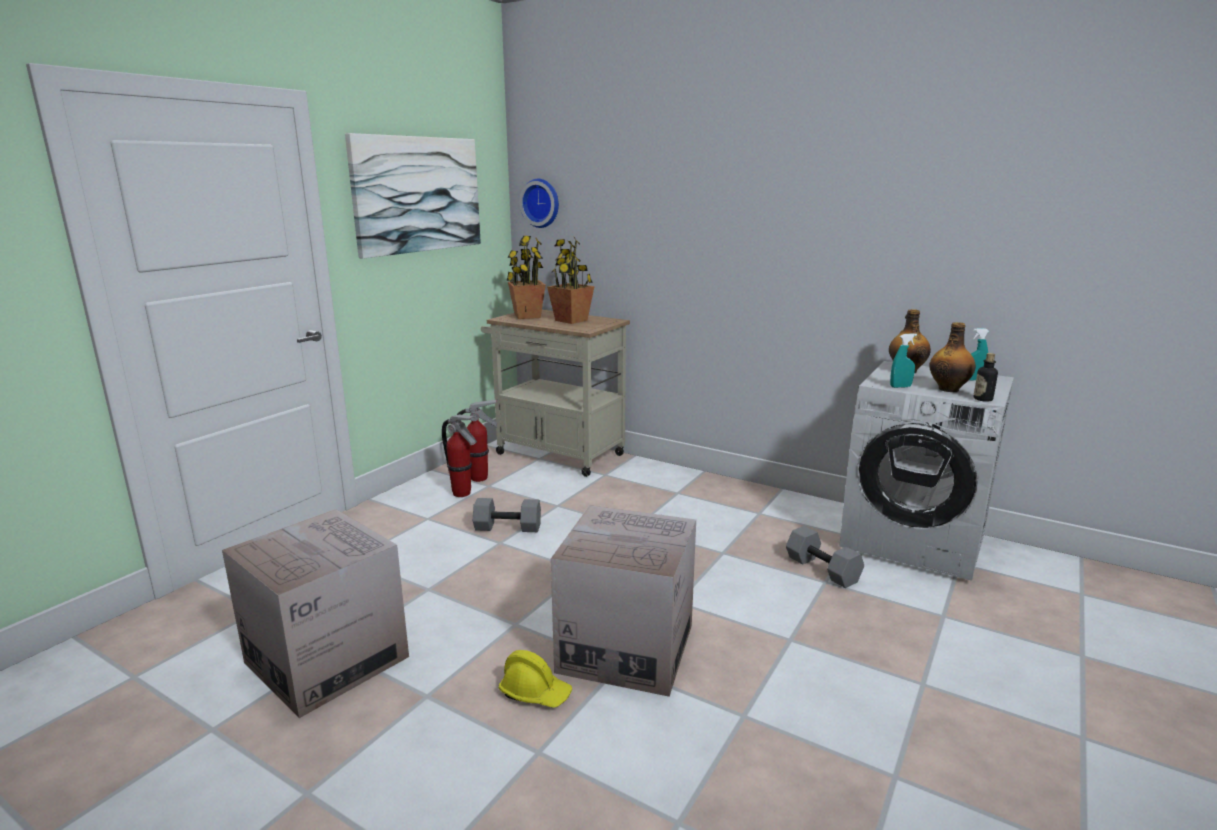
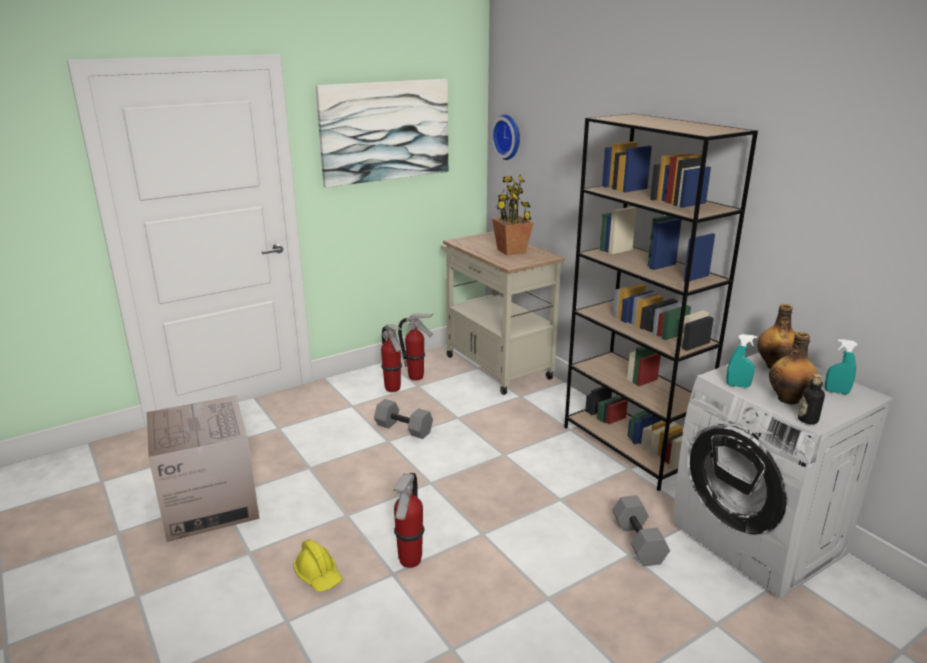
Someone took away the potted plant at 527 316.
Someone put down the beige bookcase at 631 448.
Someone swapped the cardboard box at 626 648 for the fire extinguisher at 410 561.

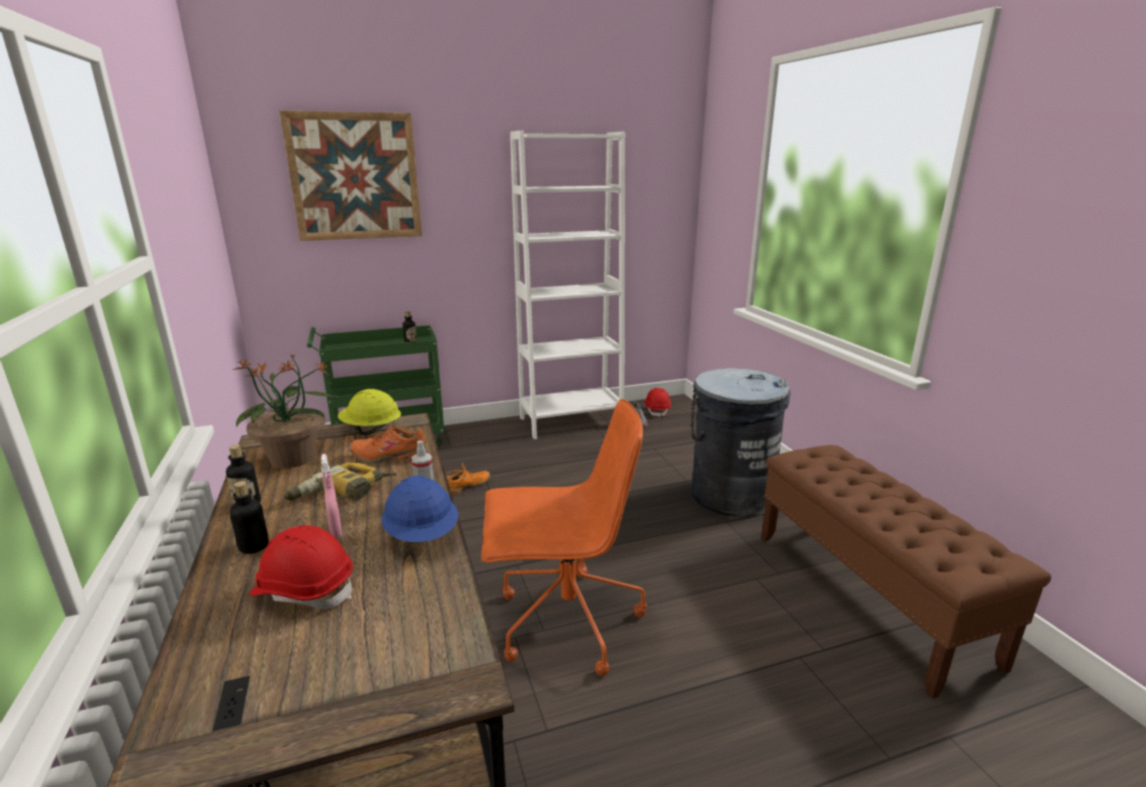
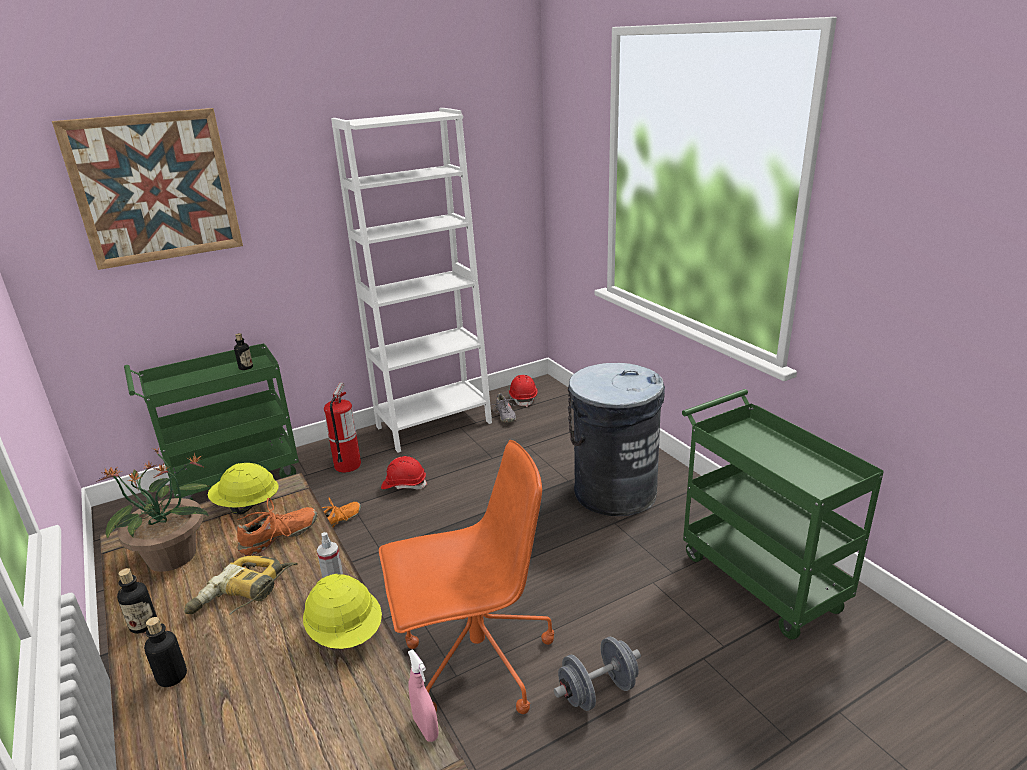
Someone put down the fire extinguisher at 347 465.
Someone put down the grey dumbbell at 597 691.
Someone carried the red hard hat from 304 589 to 404 484.
Someone carried the pink spray bottle from 336 532 to 426 728.
Someone swapped the brown bench at 868 595 for the green cart at 756 582.
Someone repainted the blue hard hat at 423 536, which became the yellow hard hat at 346 633.
Someone rotated the orange shoe at 390 456 by 150 degrees clockwise.

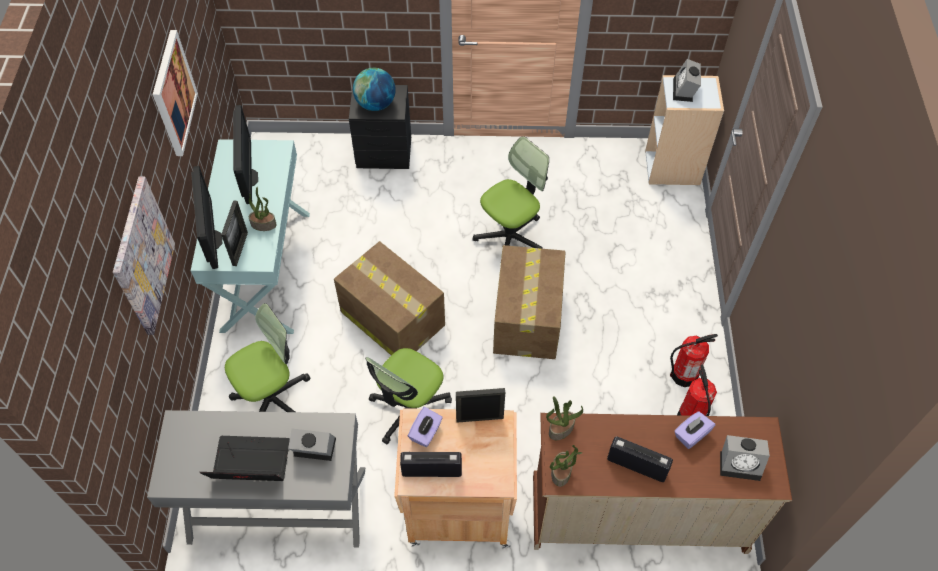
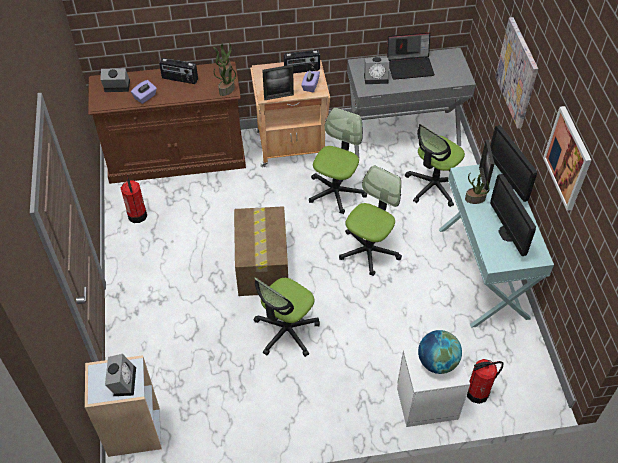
Someone carried the fire extinguisher from 683 375 to 478 393.
Someone swapped the cardboard box at 391 318 for the office chair at 369 250.
Someone repainted the black nightstand at 385 153, which became the white nightstand at 425 402.

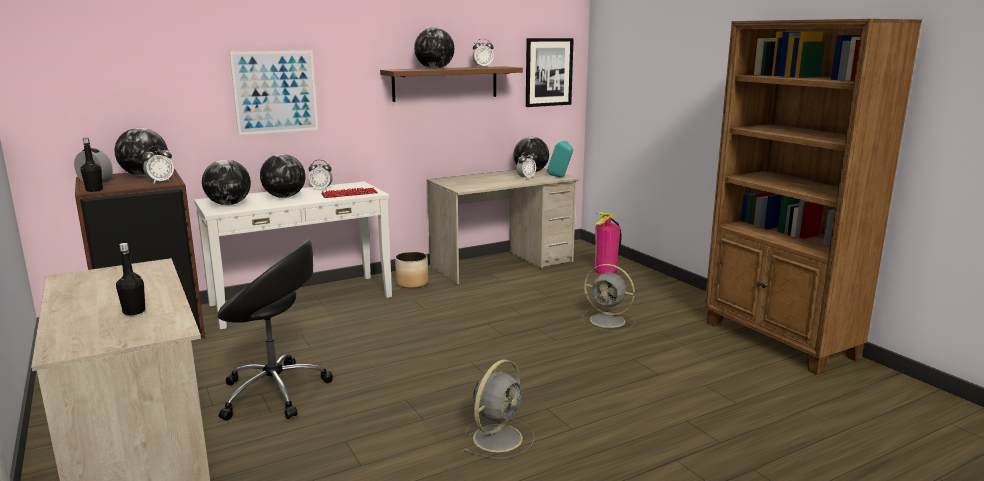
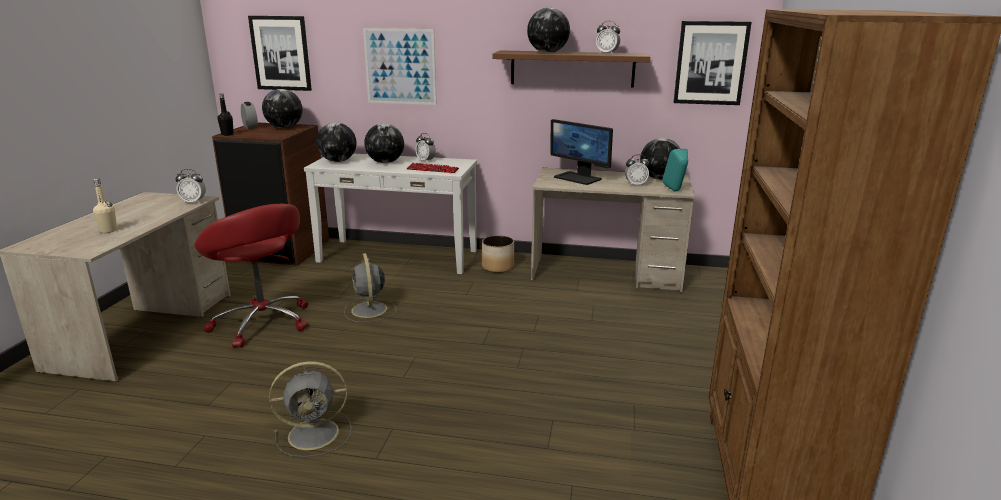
Someone took away the fire extinguisher at 605 270.
Someone put up the picture at 281 53.
Someone put down the monitor at 578 178.
Someone carried the alarm clock from 160 182 to 193 202.
Someone carried the grey fan from 609 321 to 369 310.
Someone repainted the black bottle at 134 312, which became the beige bottle at 108 230.
Someone repainted the black office chair at 277 392, which became the red office chair at 263 324.

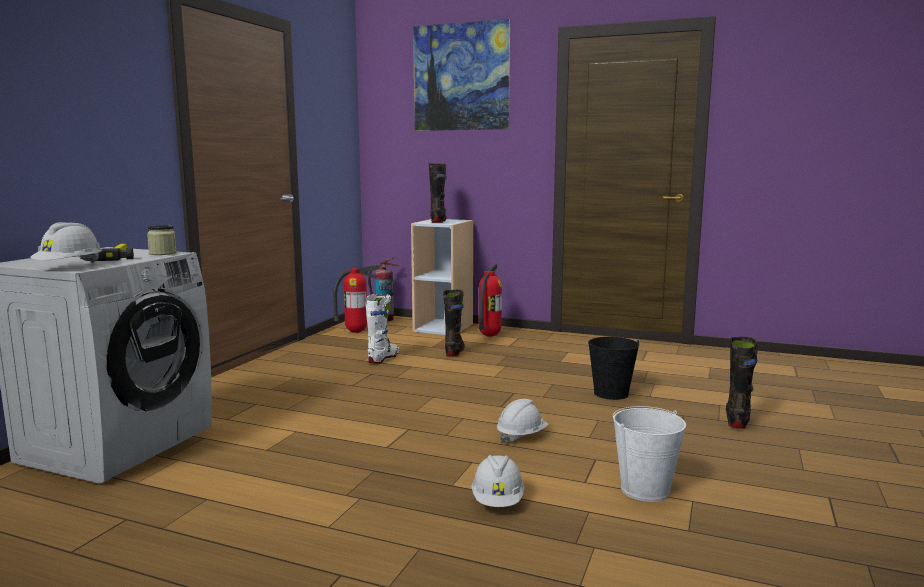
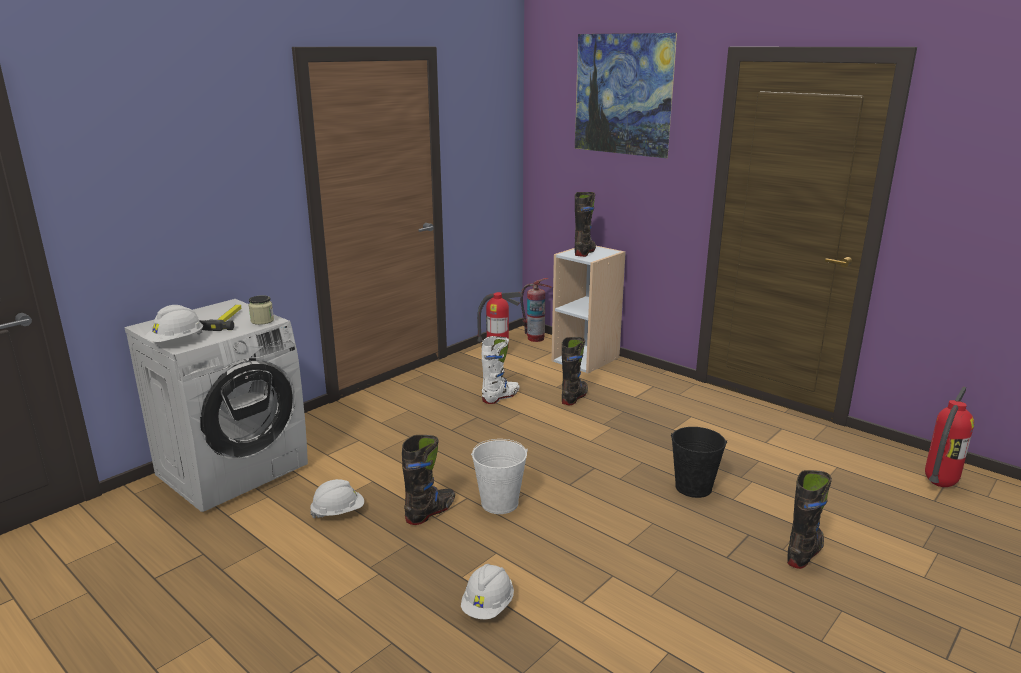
Someone put down the black boot at 431 512.
Someone carried the fire extinguisher from 489 336 to 938 484.
Someone carried the white hard hat from 521 436 to 338 512.
Someone carried the white bucket from 645 490 to 500 503.

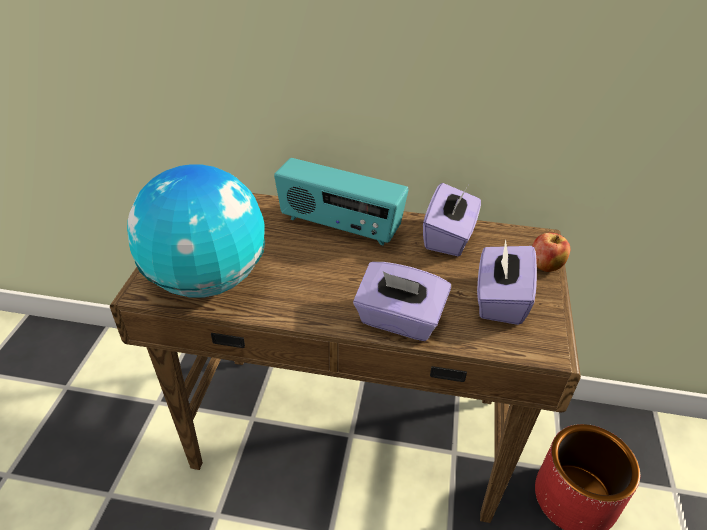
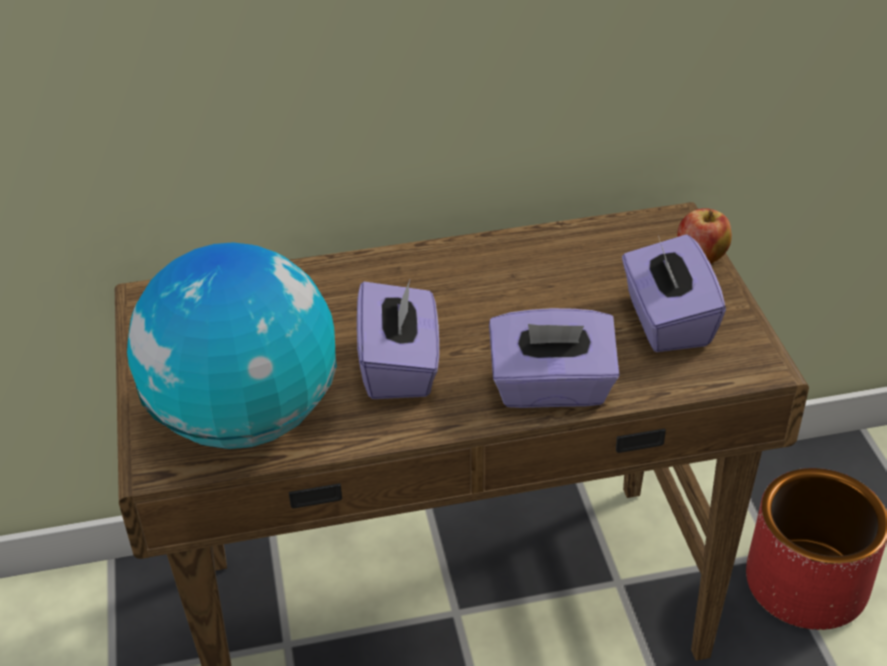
Someone took away the radio at 339 227.
Someone carried the purple tissue box from 449 237 to 400 367.

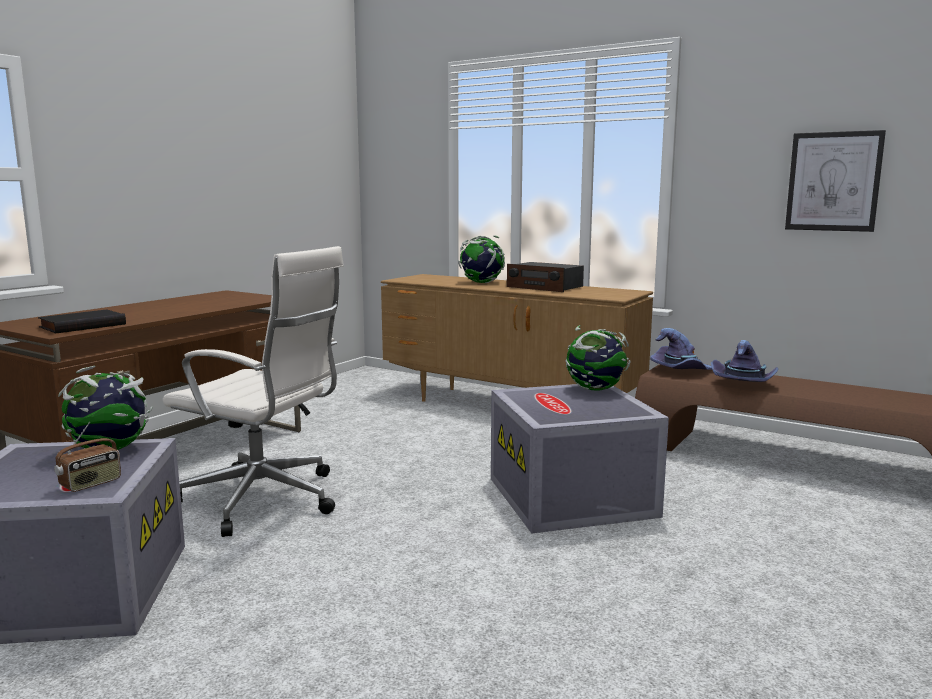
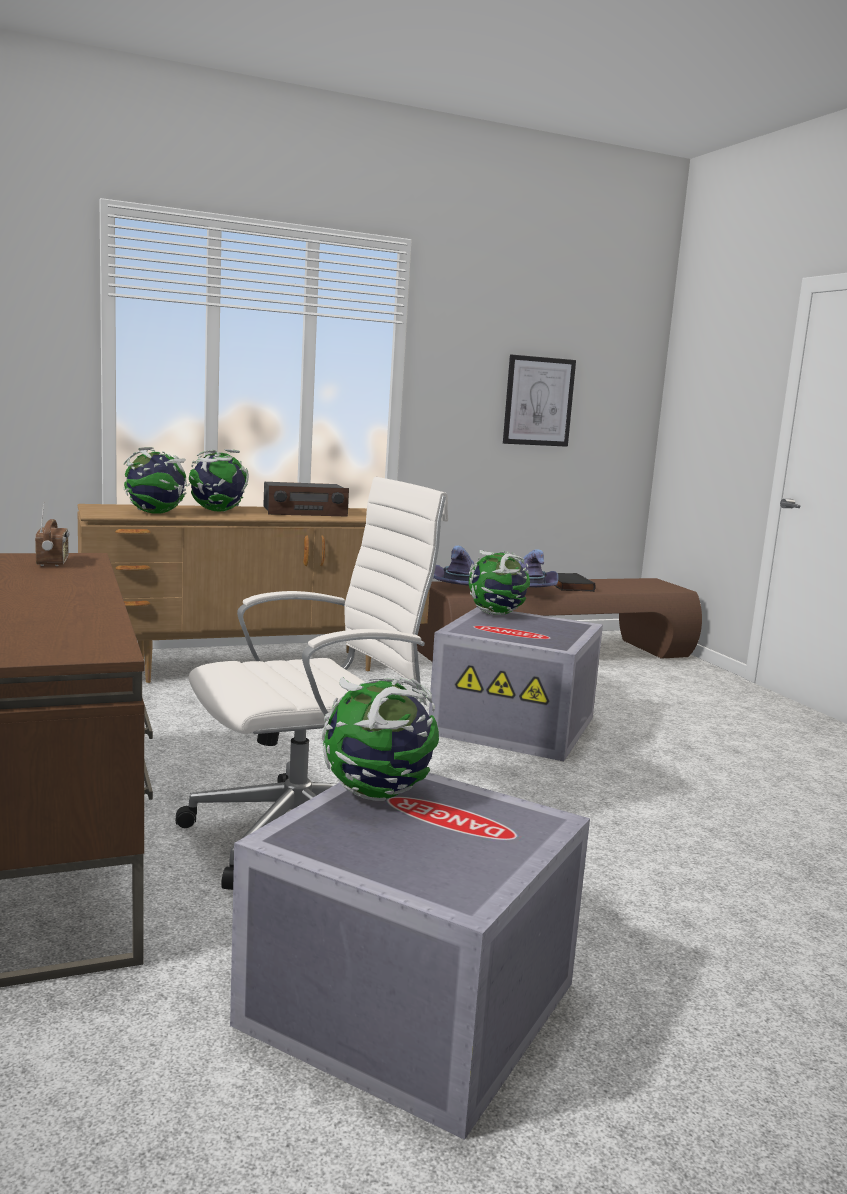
Someone put down the globe at 156 513.
Someone carried the black book from 83 325 to 567 585.
Someone carried the radio from 91 484 to 53 562.

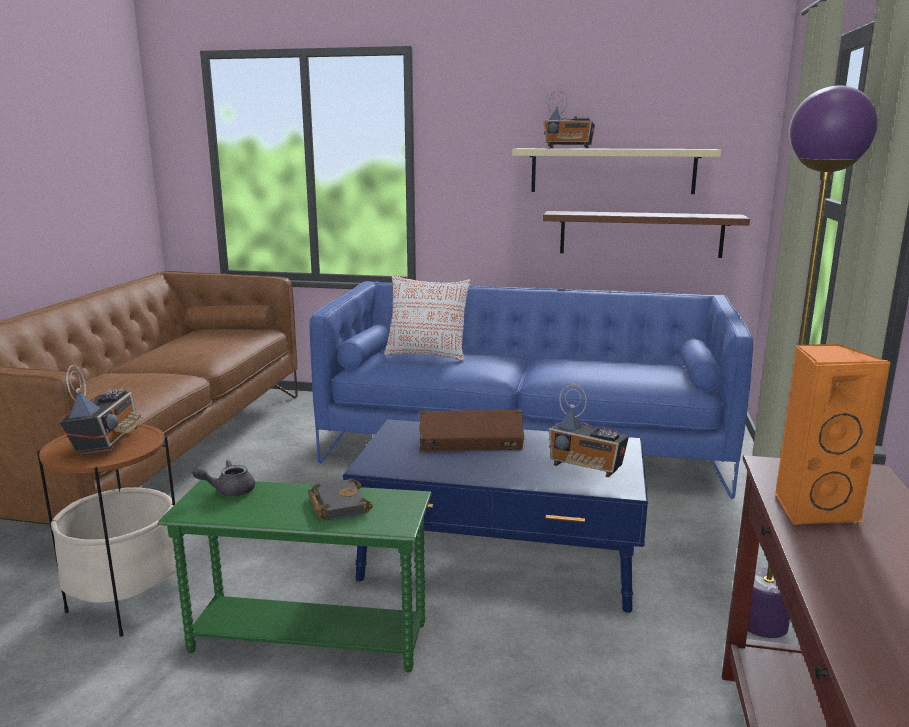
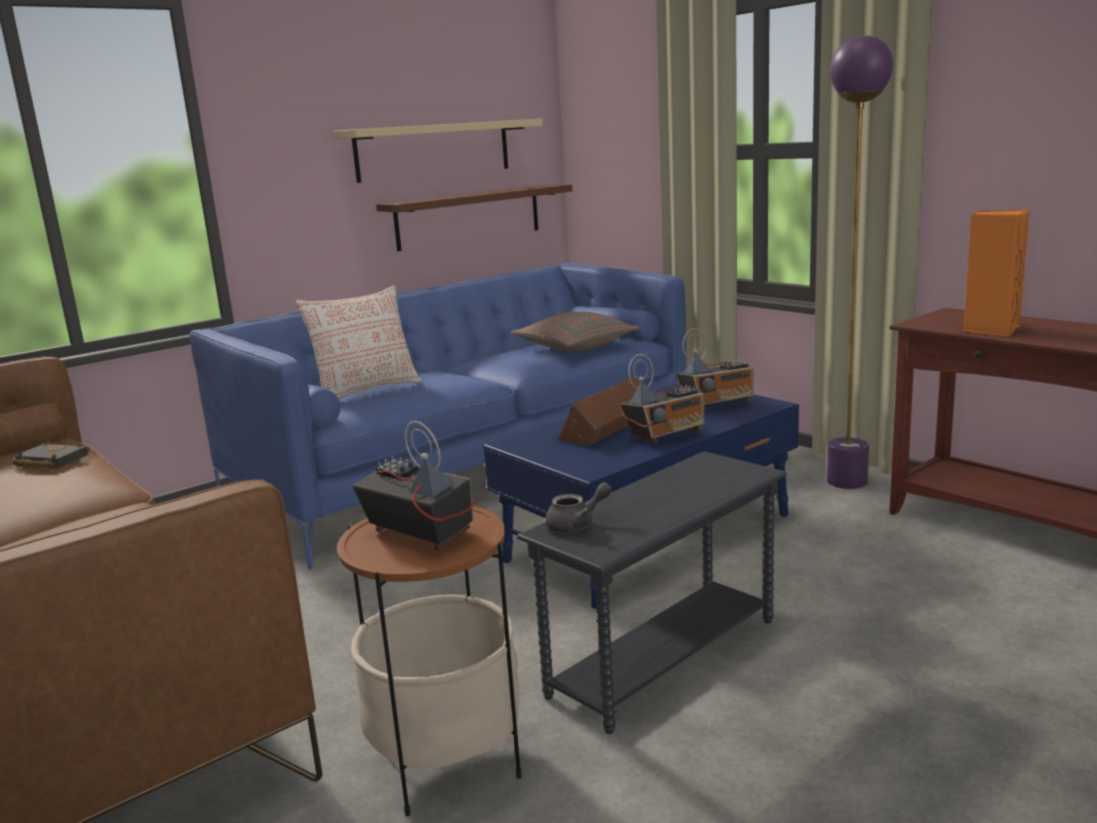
Someone put down the grey pillow at 575 347.
Someone carried the black book from 337 504 to 49 462.
Someone carried the radio from 568 148 to 666 436.
Someone repainted the green side table at 309 637, which became the grey side table at 663 657.
Someone rotated the grey teapot at 229 491 by 135 degrees counterclockwise.

